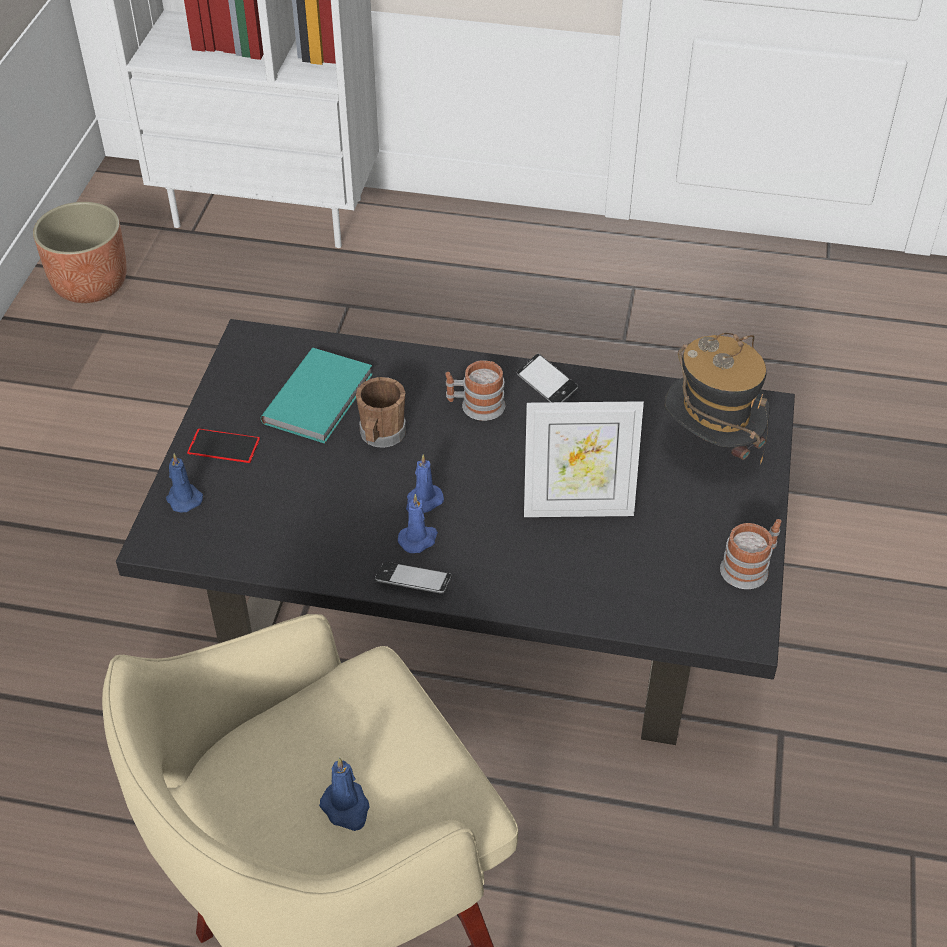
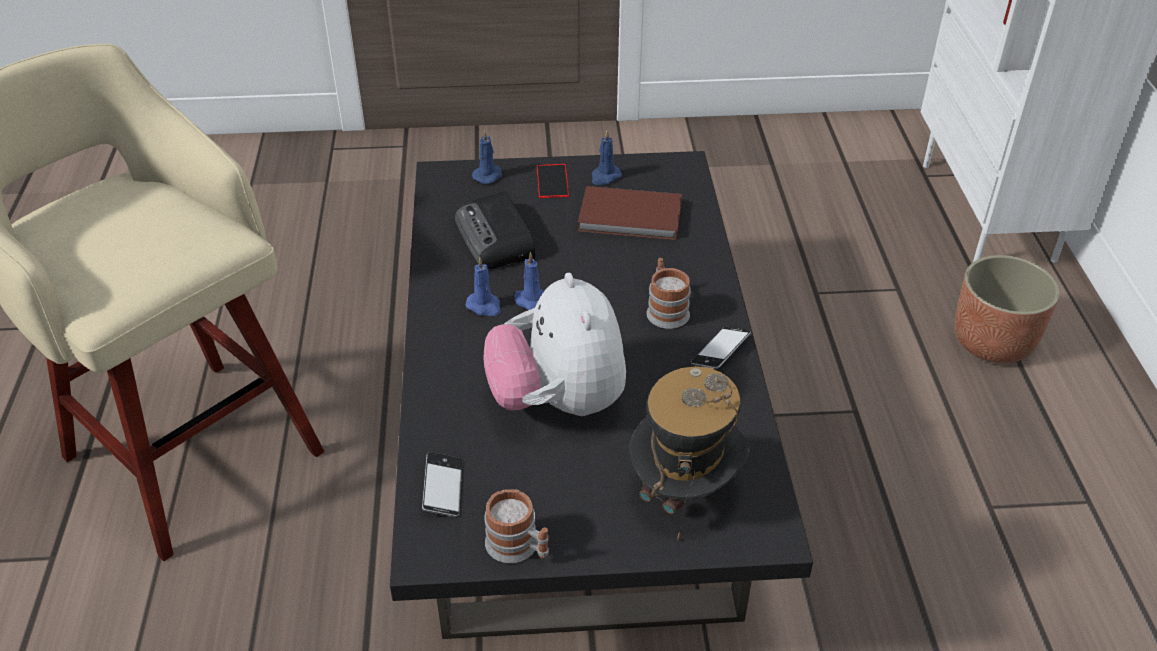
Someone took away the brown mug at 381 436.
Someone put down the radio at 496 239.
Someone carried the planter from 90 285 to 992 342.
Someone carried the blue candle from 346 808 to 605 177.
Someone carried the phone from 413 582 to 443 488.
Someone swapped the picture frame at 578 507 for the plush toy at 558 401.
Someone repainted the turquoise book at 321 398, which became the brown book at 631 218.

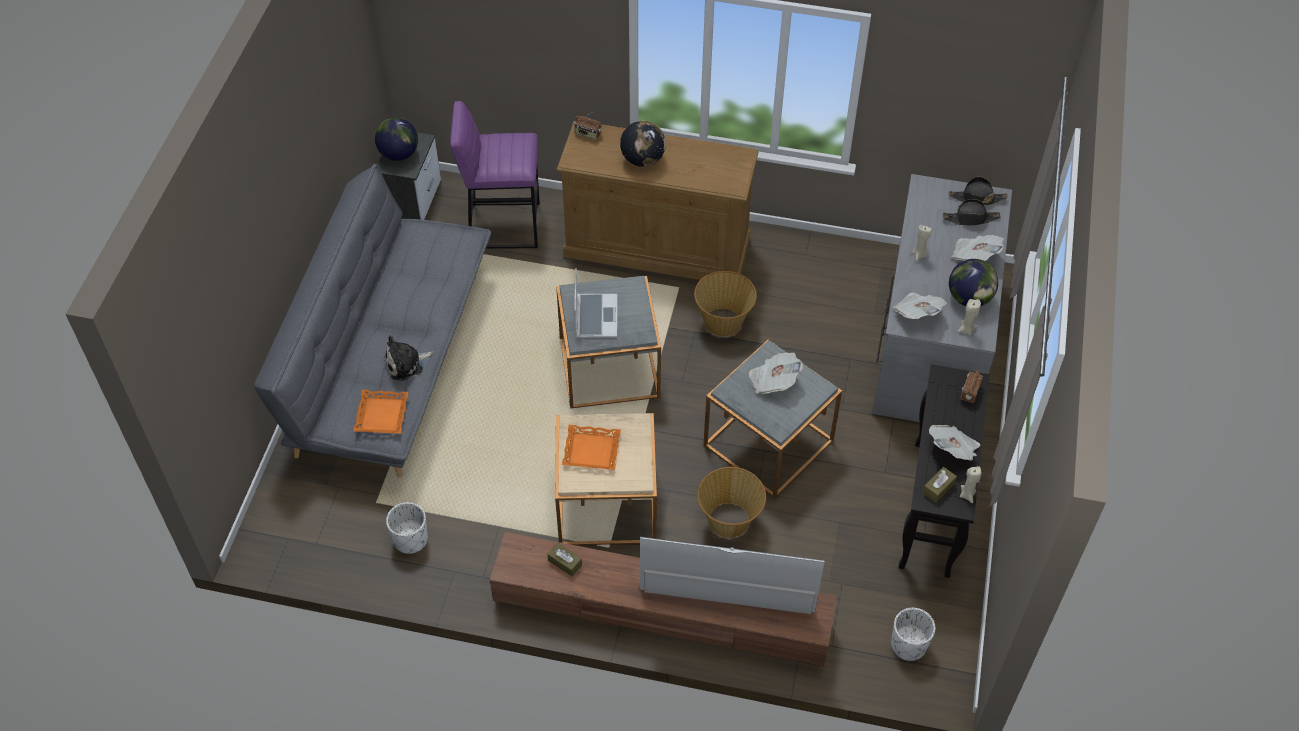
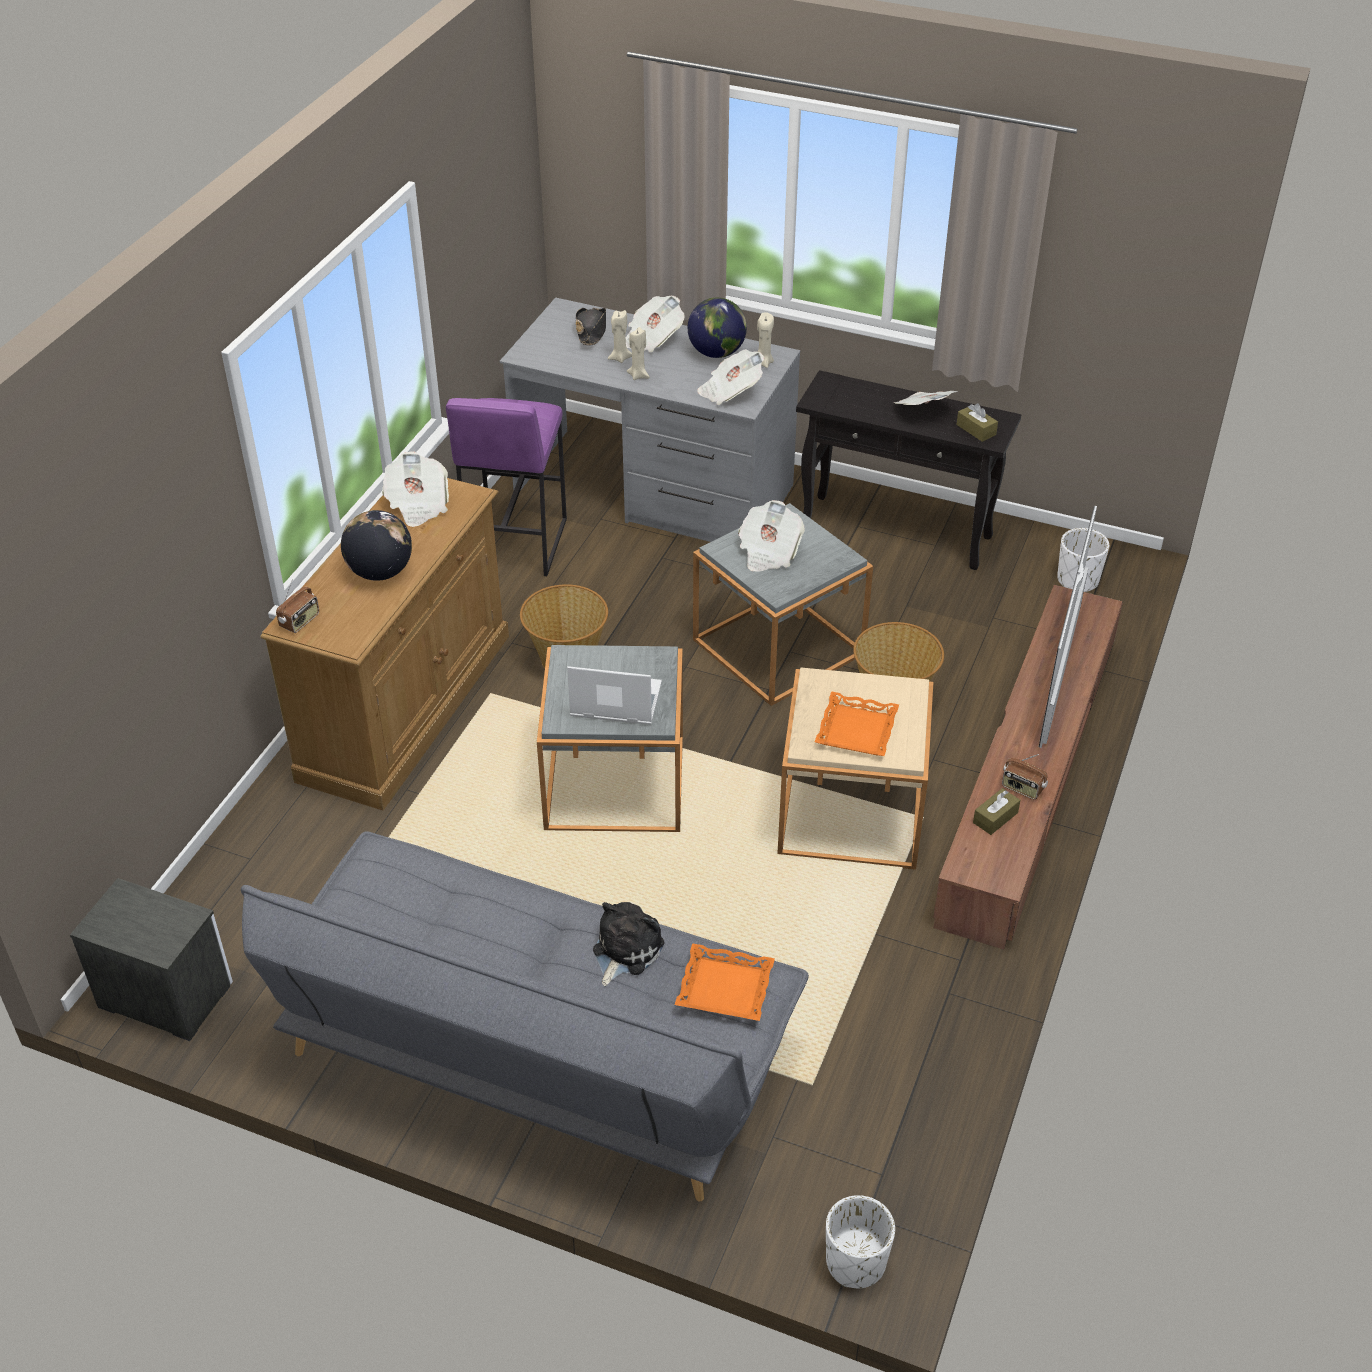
Someone took away the globe at 399 154.
Someone took away the black hat at 977 198.
Someone put down the newspaper at 418 505.
Someone carried the white planter from 410 539 to 855 1262.
Someone carried the purple stool from 503 225 to 515 544.
Someone carried the radio from 969 392 to 1022 788.
Someone carried the beige candle from 967 494 to 620 358.
Someone rotated the plush toy at 406 364 by 135 degrees counterclockwise.

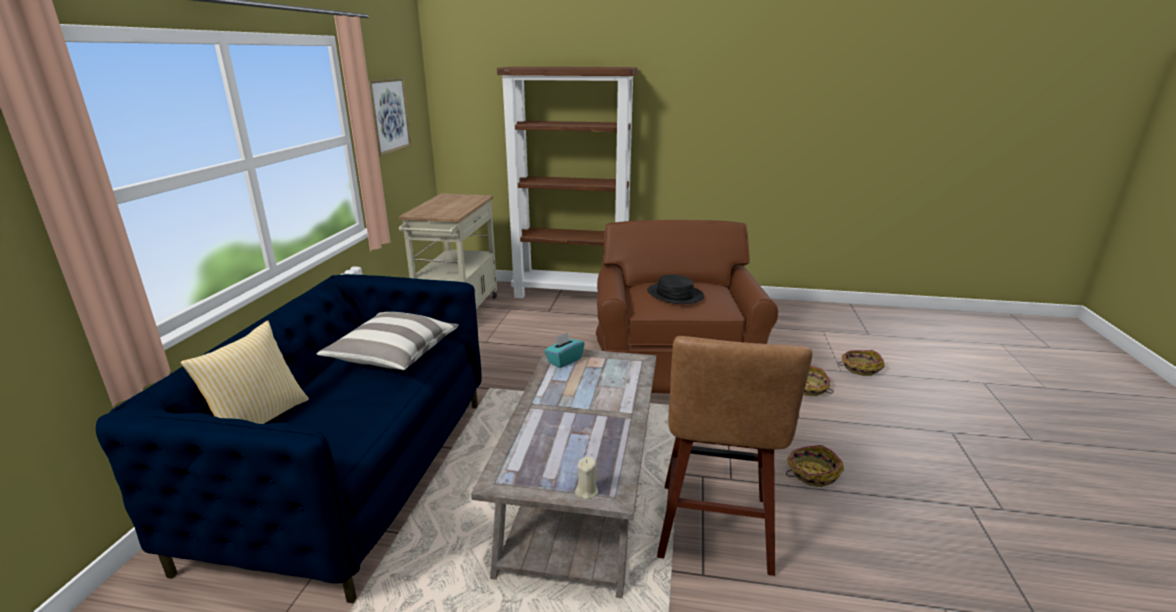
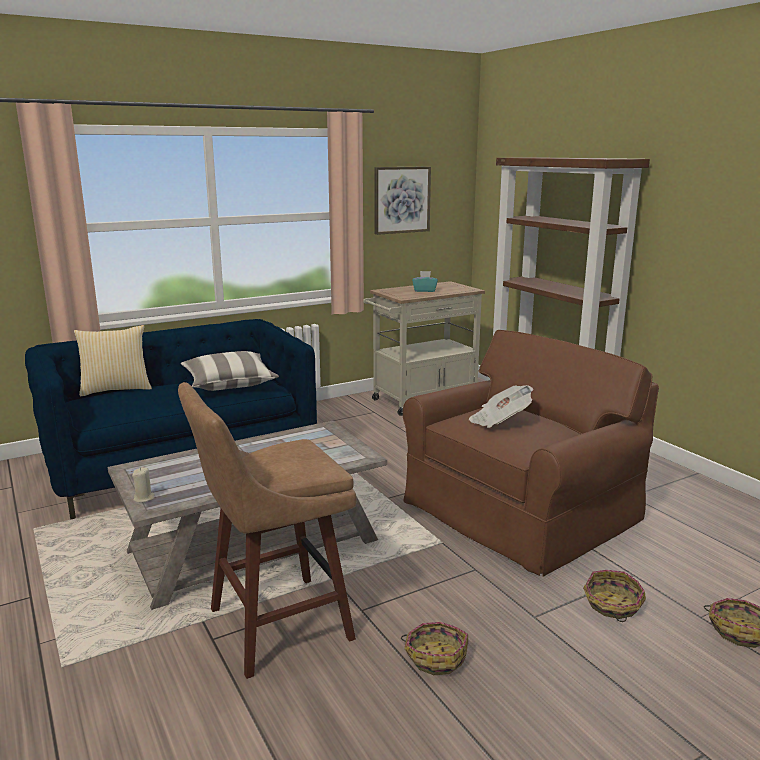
Someone carried the turquoise tissue box from 564 360 to 424 290.
Someone swapped the black hat at 675 294 for the newspaper at 499 421.

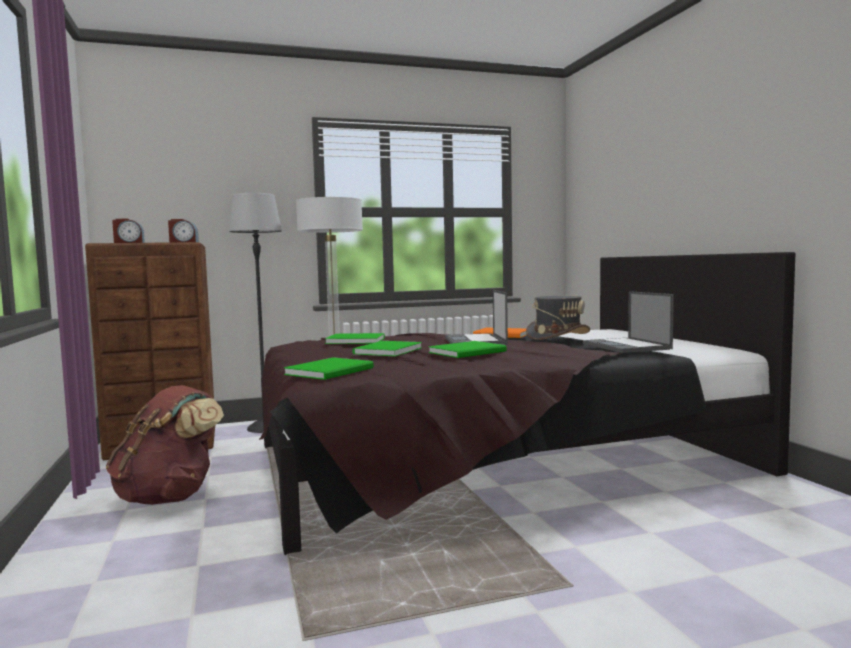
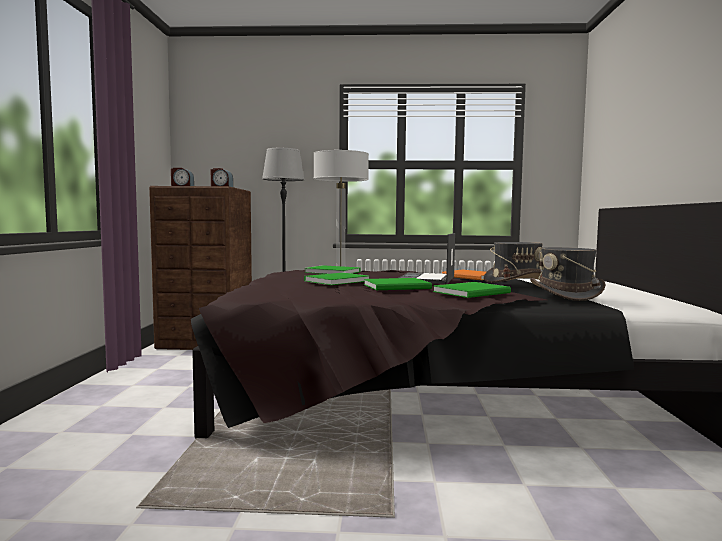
Someone took away the brown backpack at 169 497.
Someone carried the green book from 332 371 to 474 292.
Someone swapped the laptop at 627 346 for the grey hat at 566 294.

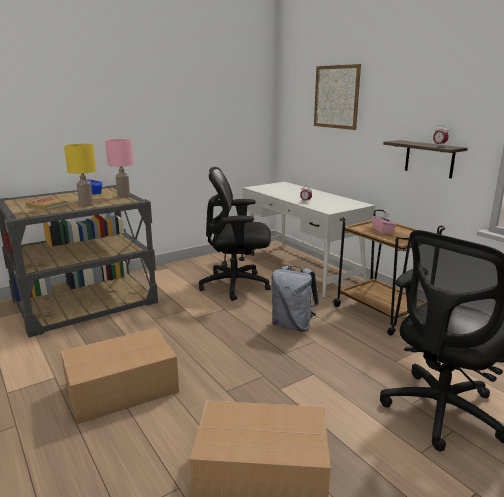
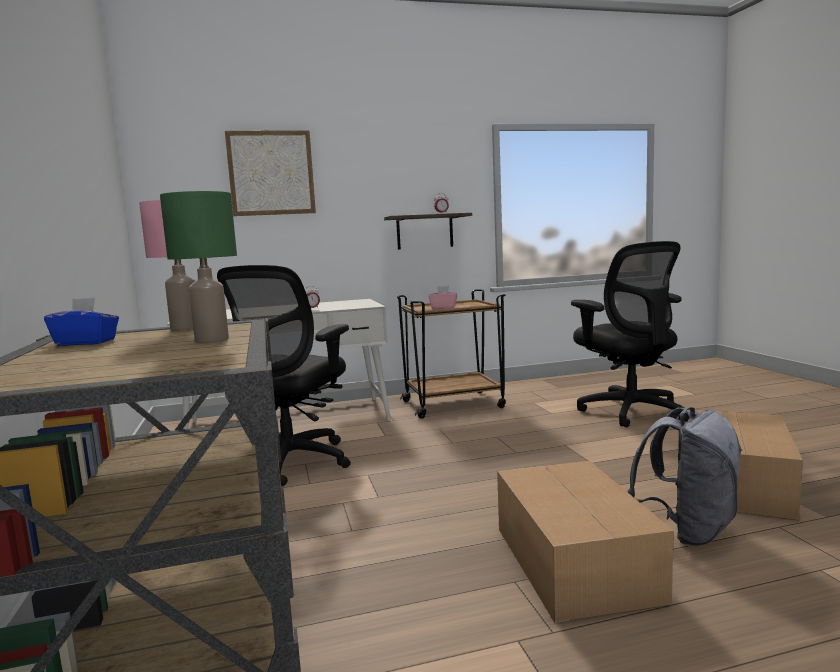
Someone took away the book at 46 205.
Someone carried the grey backpack from 292 325 to 688 530.
Someone repainted the yellow table lamp at 86 205, which became the green table lamp at 213 340.

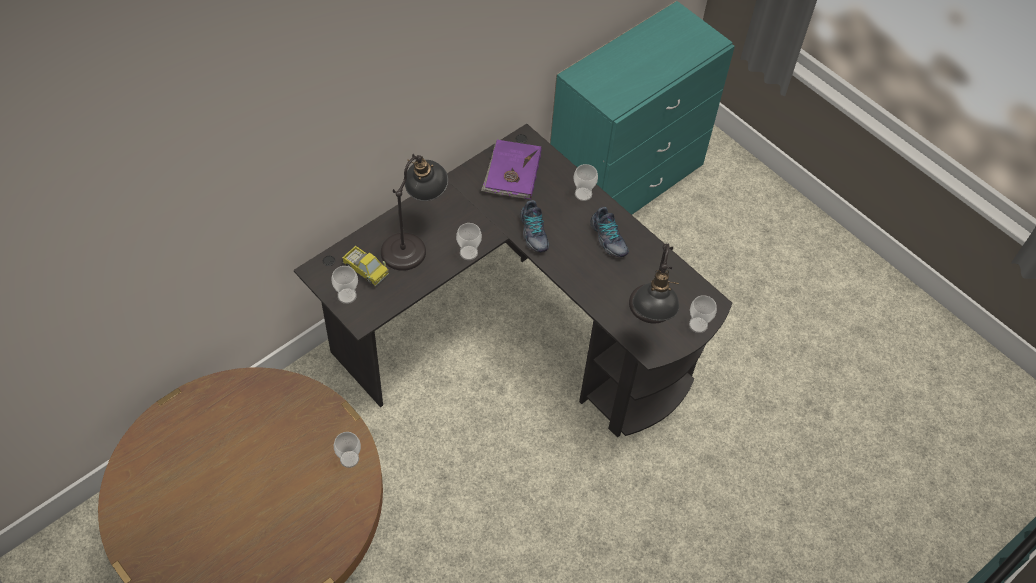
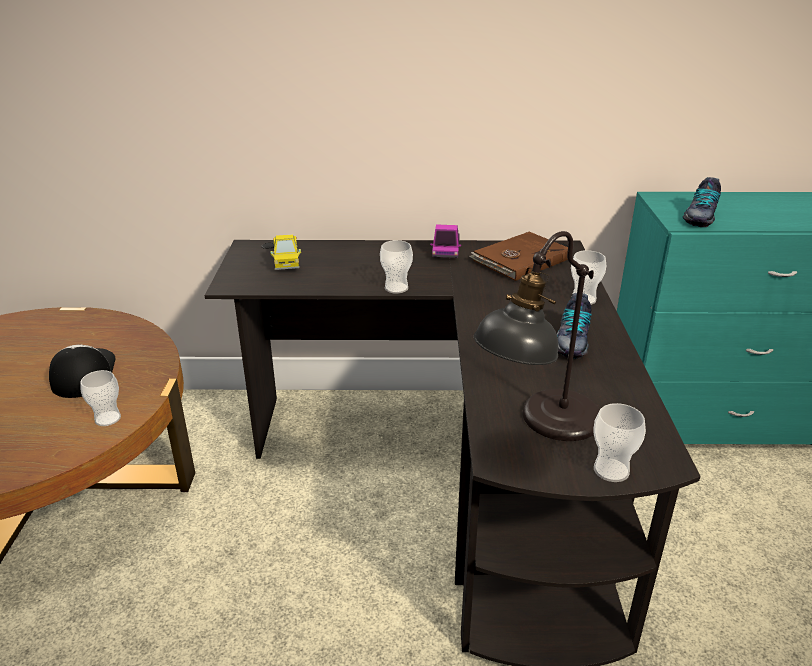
Someone took away the cup at 347 296.
Someone took away the grey table lamp at 414 237.
Someone put down the cap at 83 374.
Someone put down the toy truck at 445 251.
Someone carried the shoe from 533 233 to 699 216.
Someone repainted the purple book at 511 172, which became the brown book at 520 259.

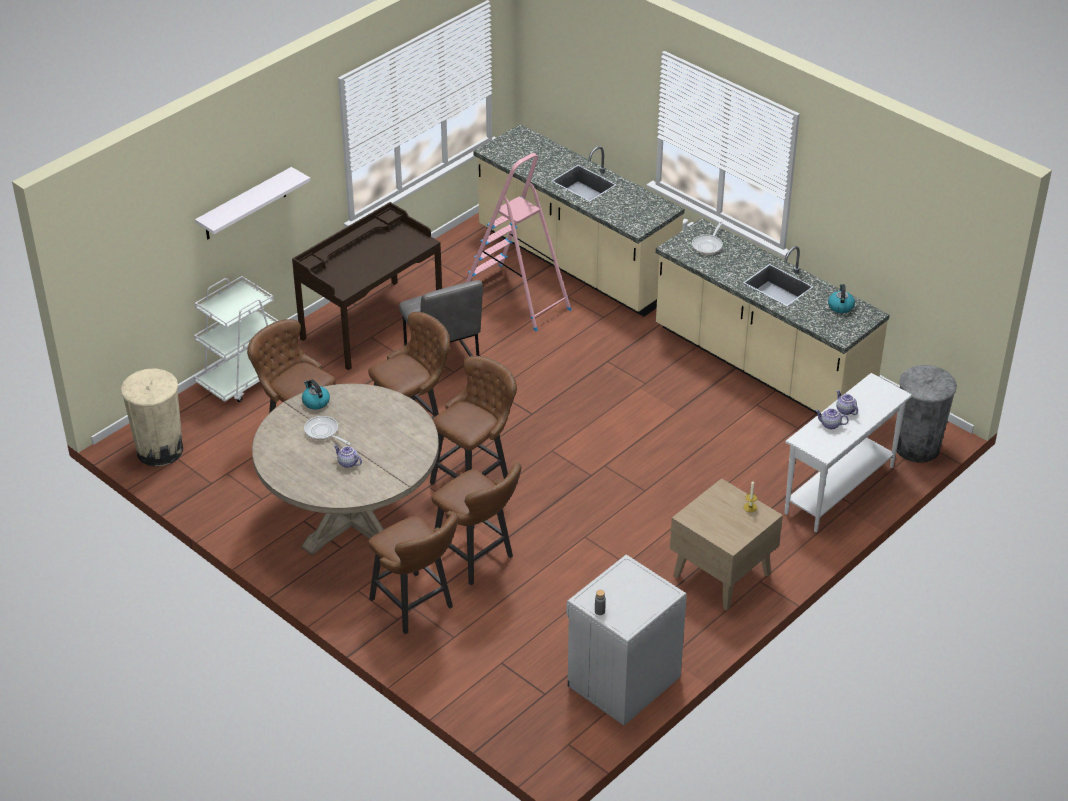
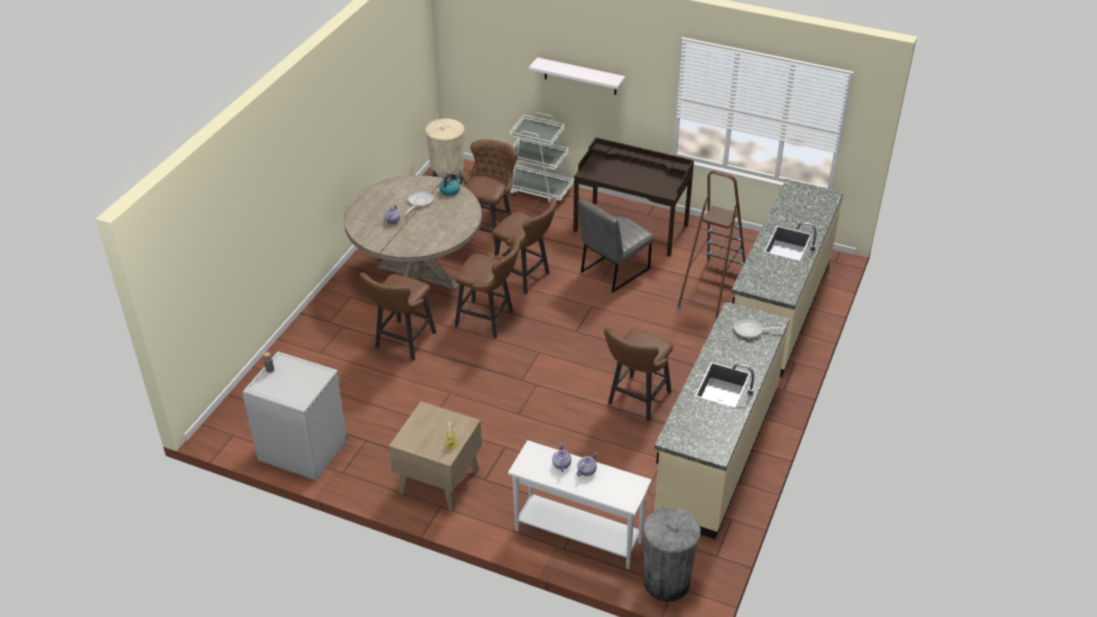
Someone took away the kettle at 840 306.
Someone carried the brown stool from 417 609 to 635 402.
Someone repainted the pink step ladder at 517 297, which became the brown step ladder at 712 289.

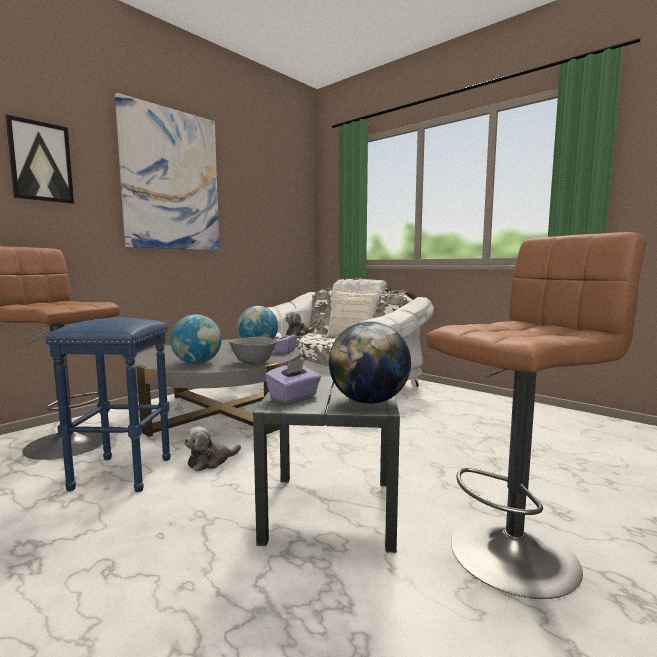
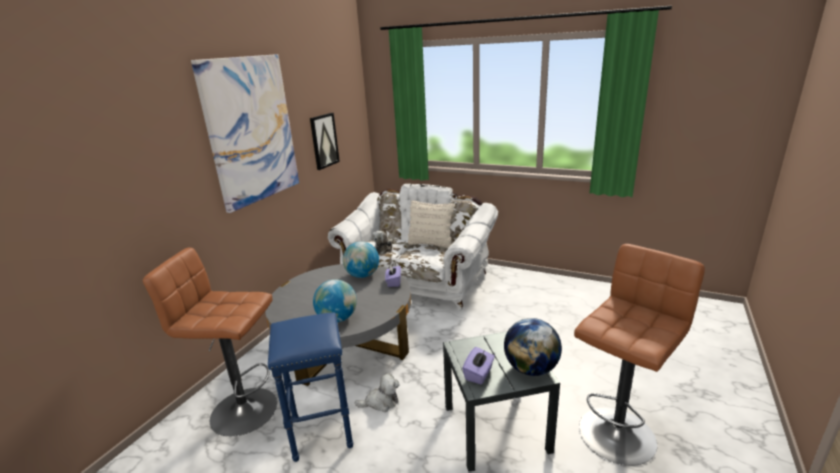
Someone took away the grey bowl at 253 363.
Someone carried the picture from 40 162 to 324 141.
Someone rotated the plush toy at 210 461 by 135 degrees counterclockwise.

